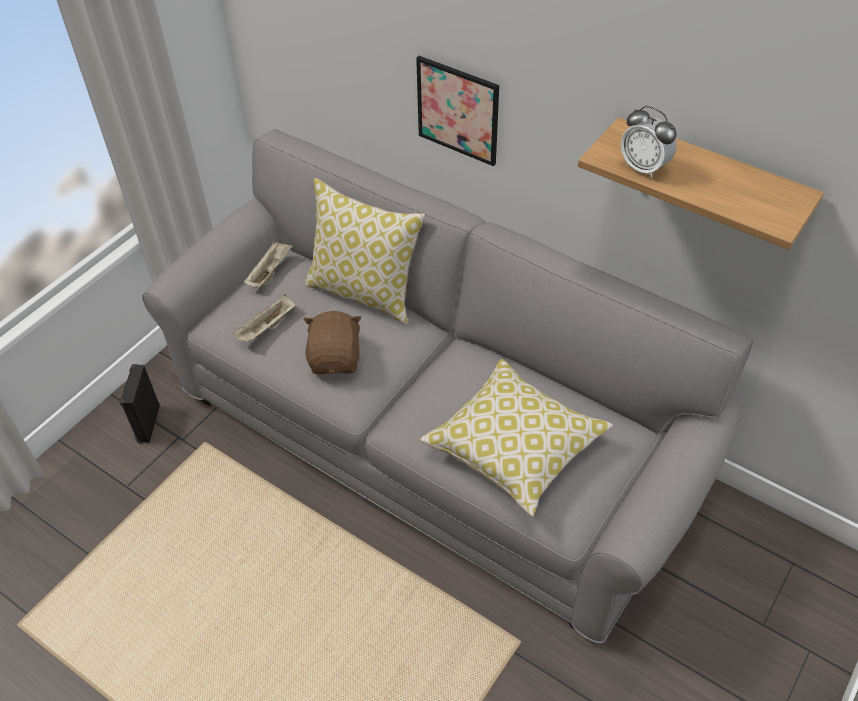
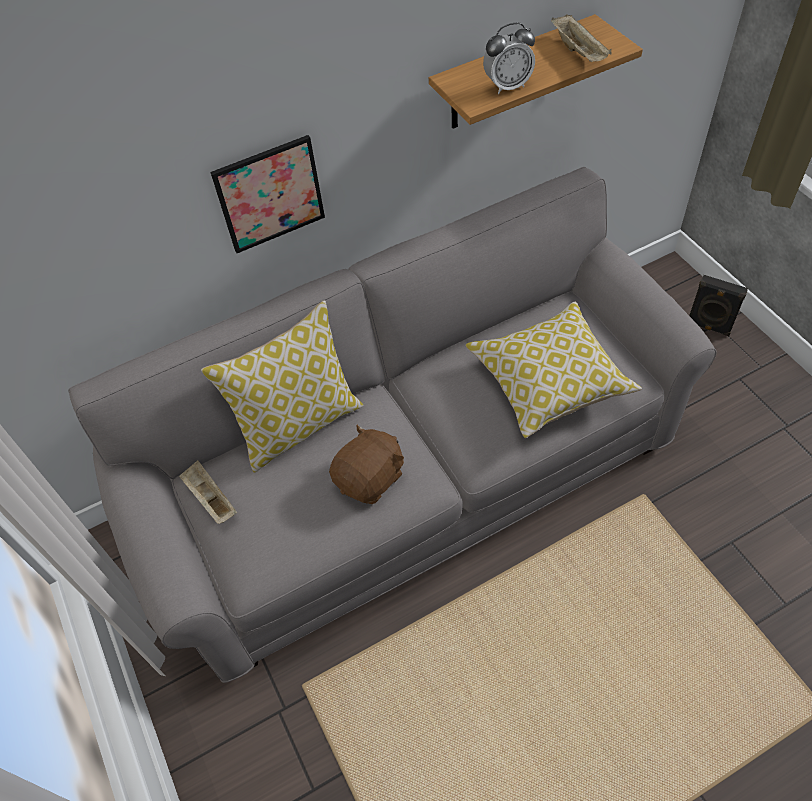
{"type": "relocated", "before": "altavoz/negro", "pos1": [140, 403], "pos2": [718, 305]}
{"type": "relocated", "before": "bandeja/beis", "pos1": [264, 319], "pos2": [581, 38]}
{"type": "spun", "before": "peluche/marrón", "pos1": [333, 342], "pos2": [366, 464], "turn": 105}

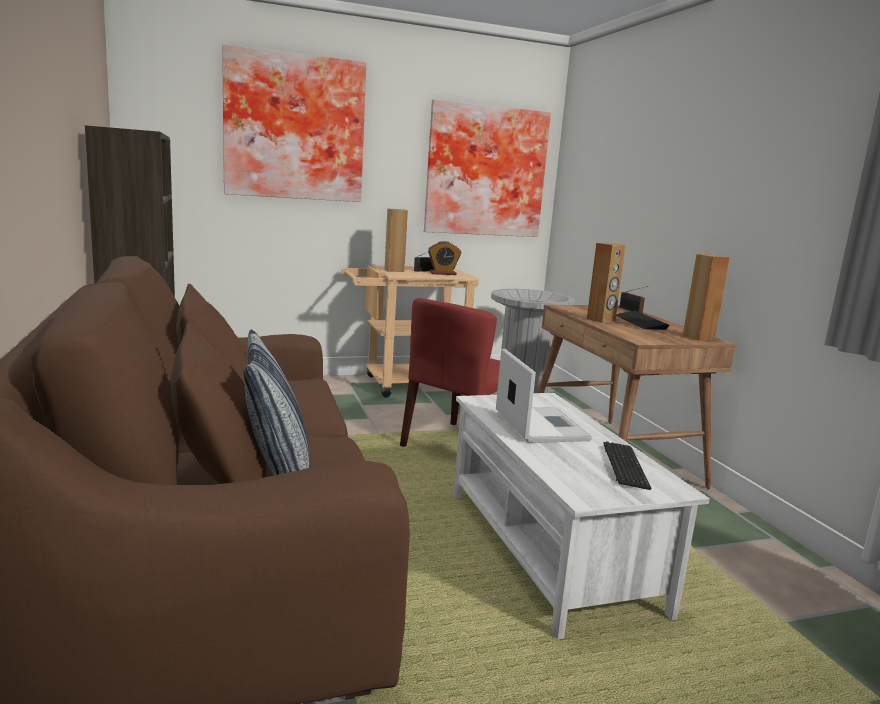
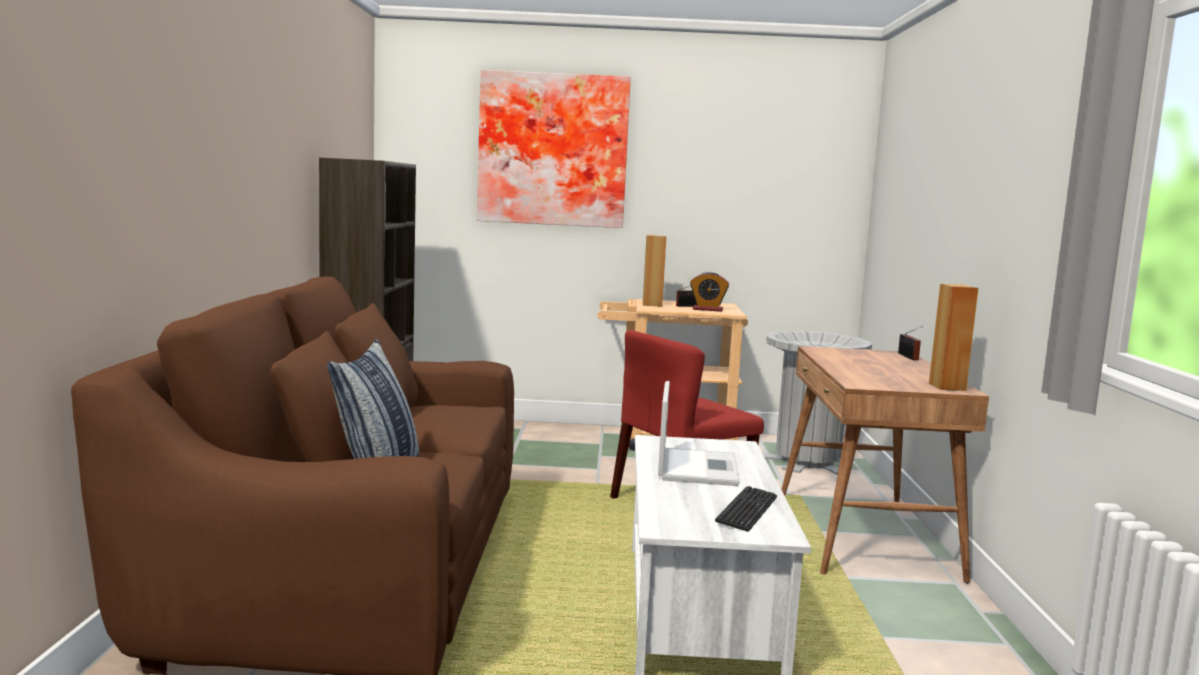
{"type": "missing", "before": "cuadro", "pos1": [487, 168]}
{"type": "missing", "before": "altavoz/marrón", "pos1": [606, 283]}
{"type": "missing", "before": "teclado", "pos1": [643, 320]}

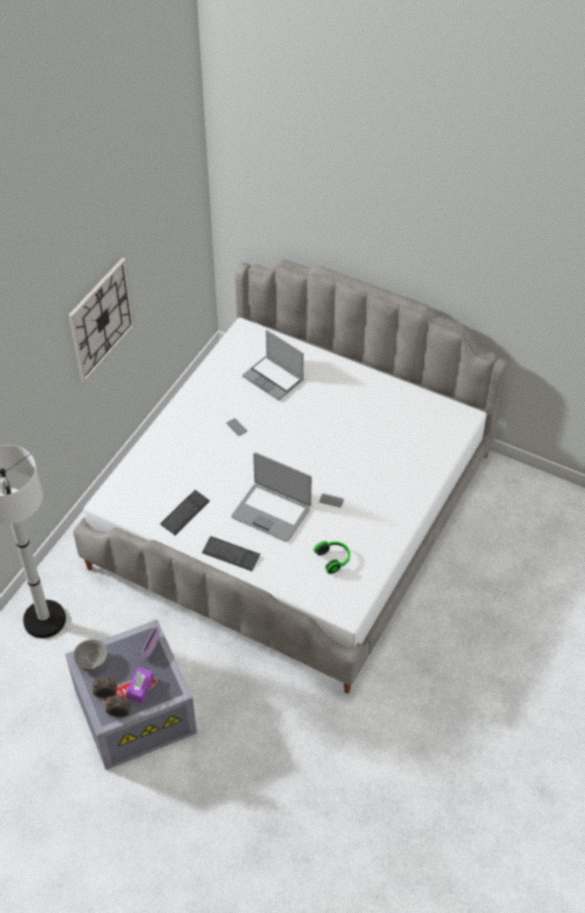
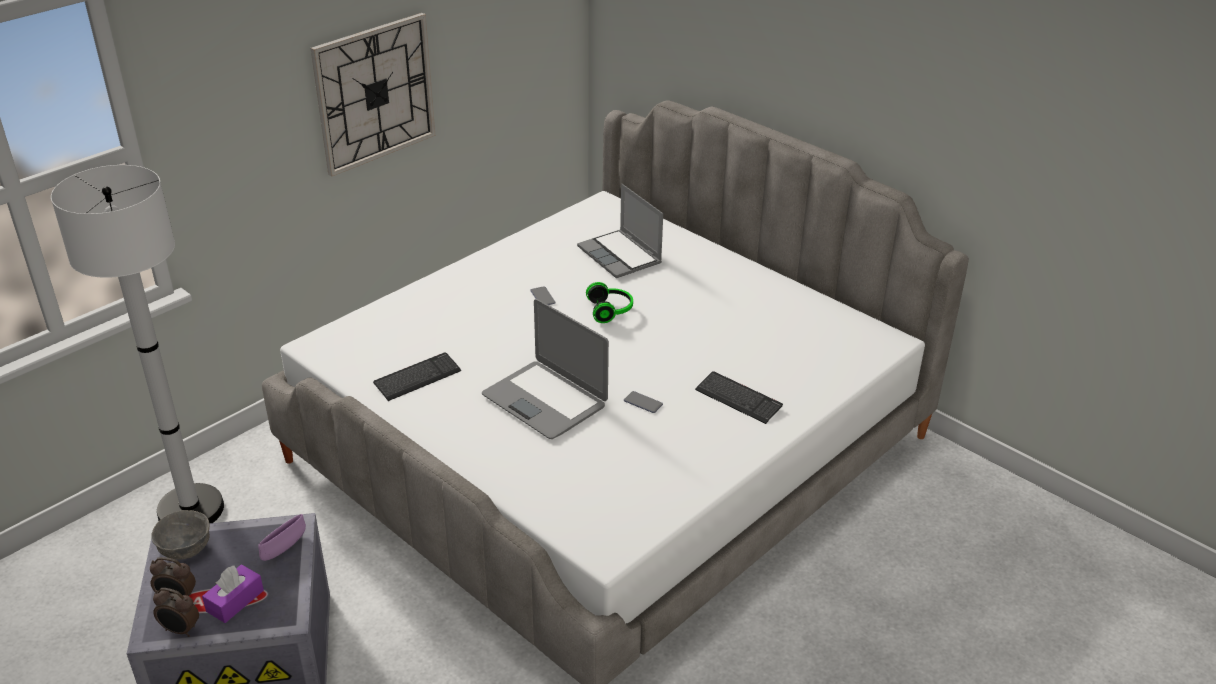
{"type": "relocated", "before": "teclado", "pos1": [231, 553], "pos2": [739, 397]}
{"type": "relocated", "before": "auriculares", "pos1": [332, 557], "pos2": [609, 302]}

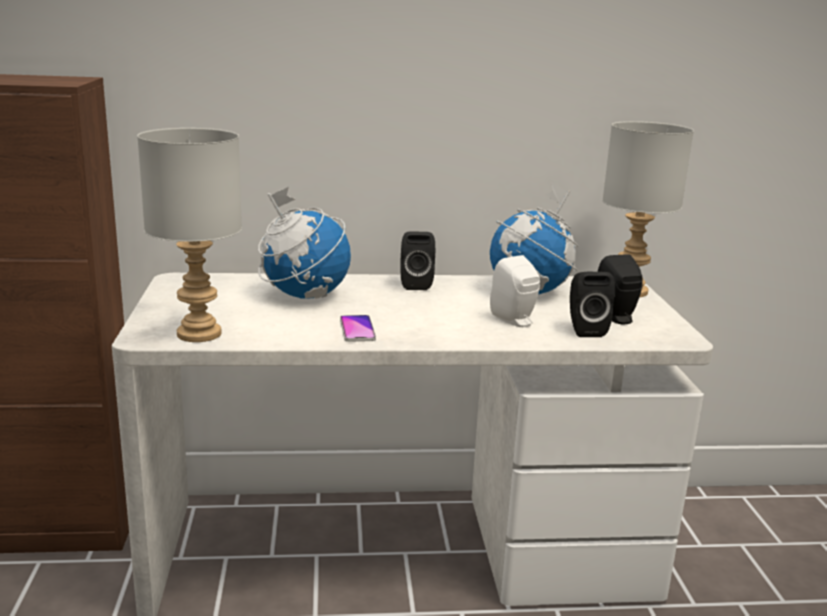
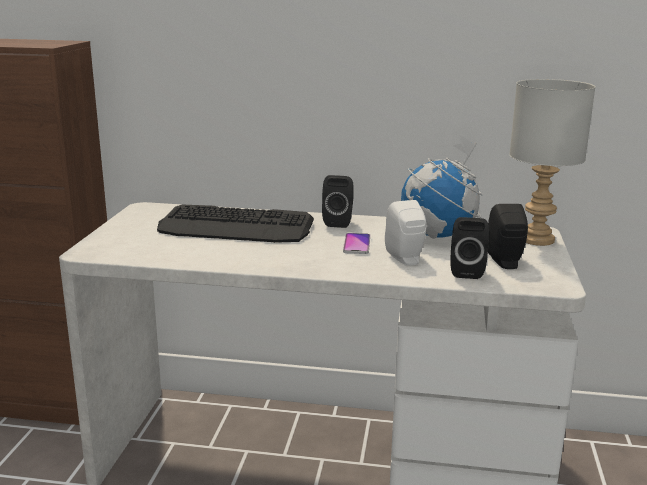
{"type": "missing", "before": "lámpara de mesa/gris", "pos1": [189, 235]}
{"type": "exchanged", "before": "globo terráqueo", "after": "teclado", "pos1": [304, 242], "pos2": [235, 223]}
{"type": "relocated", "before": "móvil", "pos1": [358, 328], "pos2": [356, 243]}

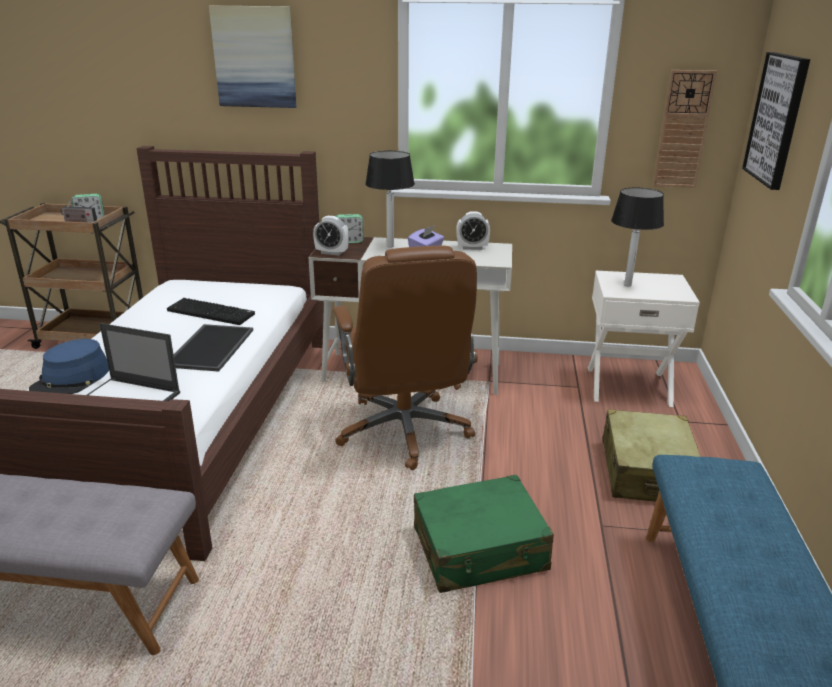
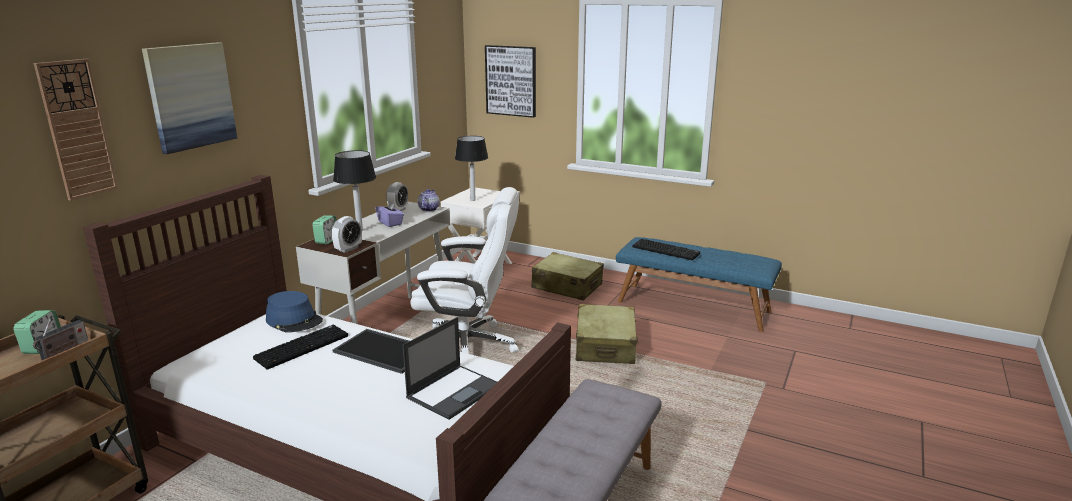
{"type": "relocated", "before": "sombrero/azul", "pos1": [69, 366], "pos2": [294, 312]}
{"type": "colour", "before": "silla de oficina/marrón", "after": "silla de oficina/blanco", "pos1": [405, 358], "pos2": [465, 270]}
{"type": "colour", "before": "maleta/verde", "after": "maleta/beis", "pos1": [484, 534], "pos2": [607, 334]}
{"type": "relocated", "before": "reloj de pared", "pos1": [685, 129], "pos2": [76, 130]}
{"type": "appeared", "after": "tetera", "pos2": [429, 200]}
{"type": "appeared", "after": "teclado", "pos2": [666, 250]}

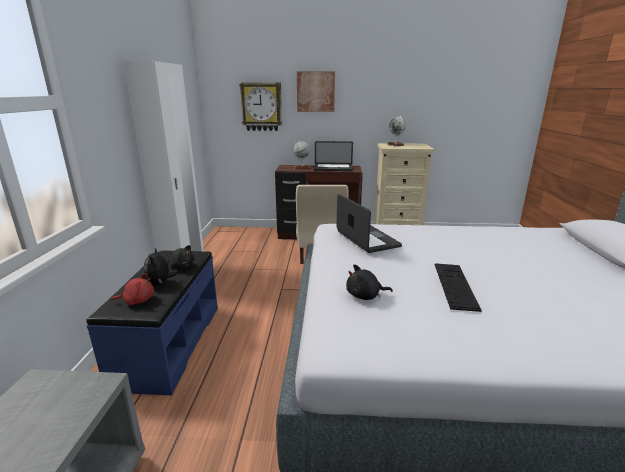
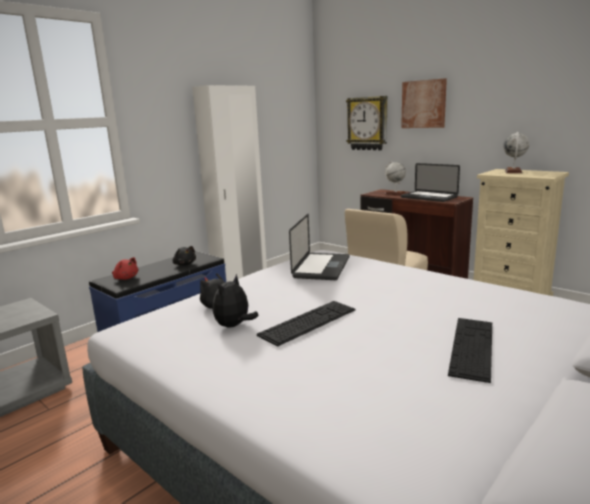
{"type": "relocated", "before": "peluche", "pos1": [161, 267], "pos2": [236, 301]}
{"type": "appeared", "after": "teclado", "pos2": [470, 350]}

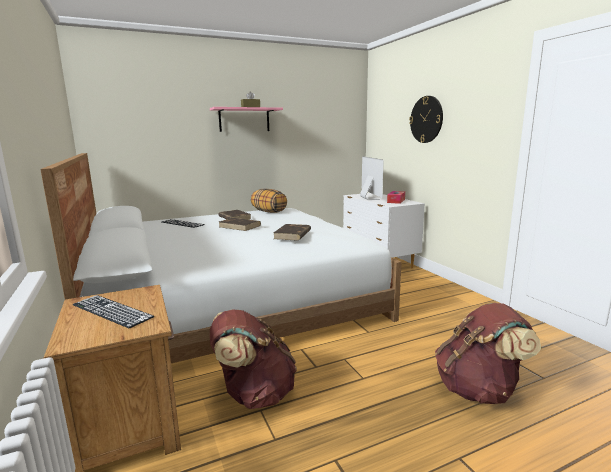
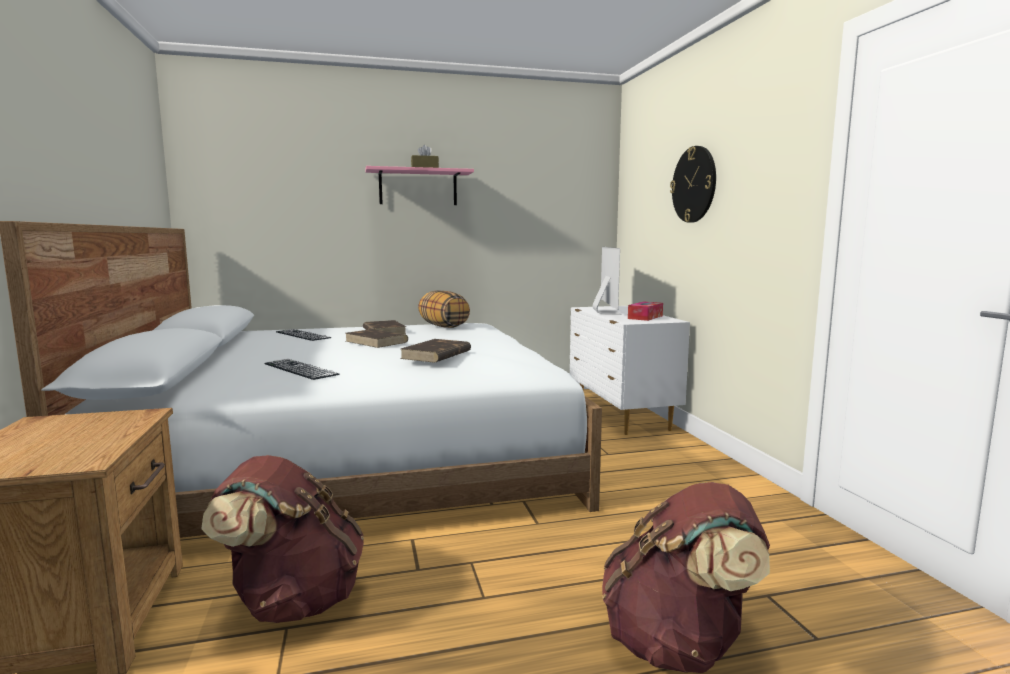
{"type": "relocated", "before": "teclado", "pos1": [113, 311], "pos2": [301, 369]}

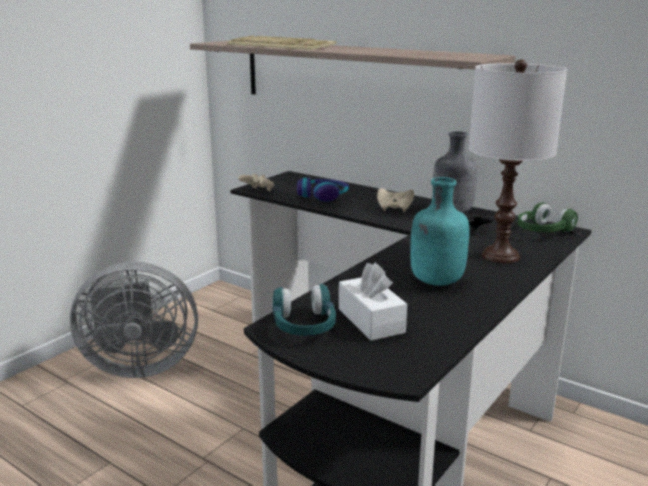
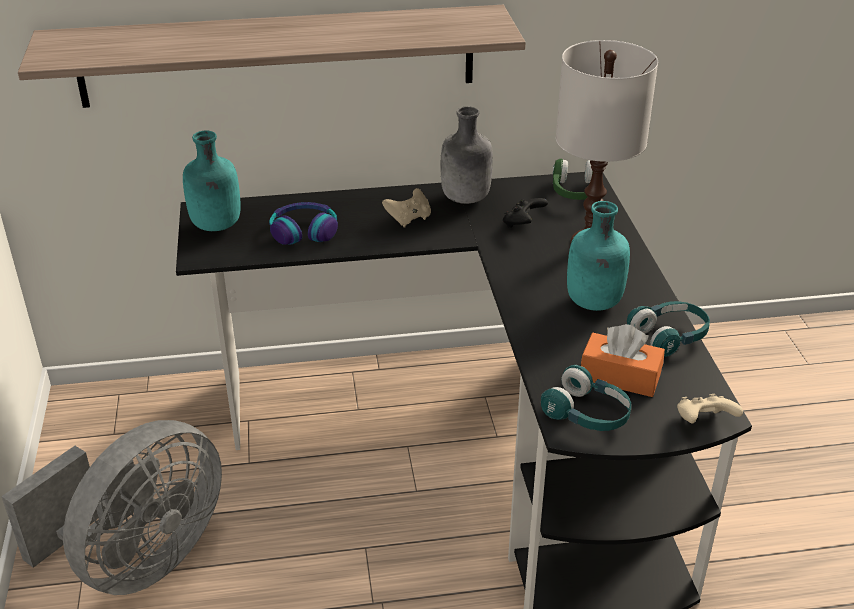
{"type": "missing", "before": "teclado", "pos1": [281, 43]}
{"type": "relocated", "before": "mando de consola/beis", "pos1": [256, 182], "pos2": [710, 409]}
{"type": "colour", "before": "caja de pañuelos/blanco", "after": "caja de pañuelos/naranja", "pos1": [373, 302], "pos2": [623, 360]}
{"type": "appeared", "after": "botella/turquesa", "pos2": [212, 181]}
{"type": "appeared", "after": "auriculares/turquesa", "pos2": [668, 329]}

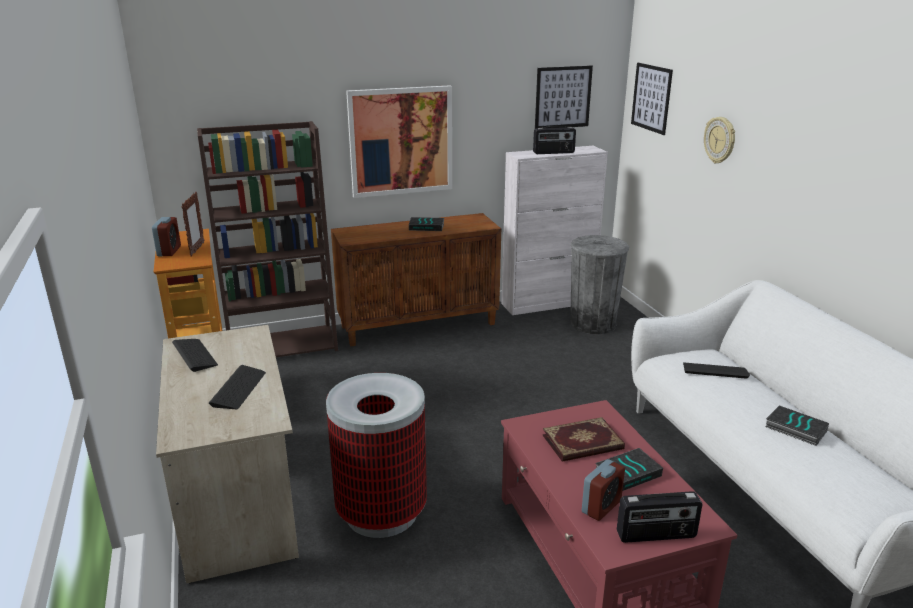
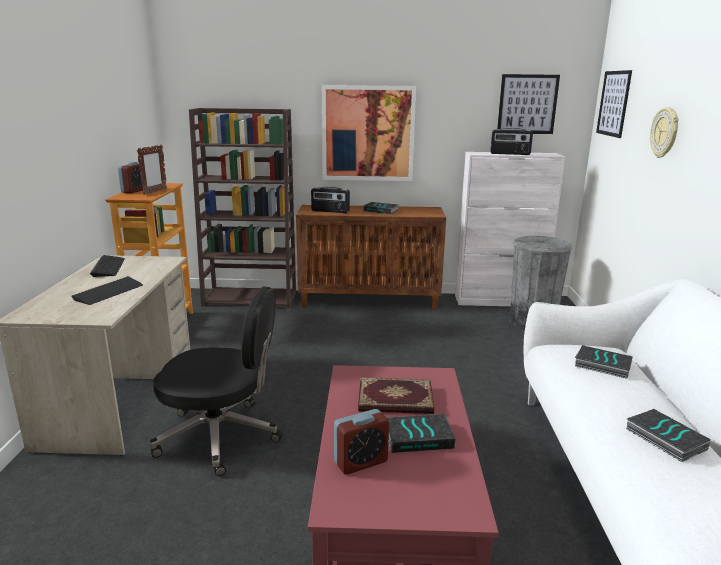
{"type": "exchanged", "before": "papelera", "after": "silla de oficina/negro", "pos1": [376, 455], "pos2": [215, 381]}
{"type": "relocated", "before": "radio", "pos1": [659, 517], "pos2": [330, 200]}
{"type": "exchanged", "before": "teclado", "after": "libro", "pos1": [716, 370], "pos2": [604, 362]}

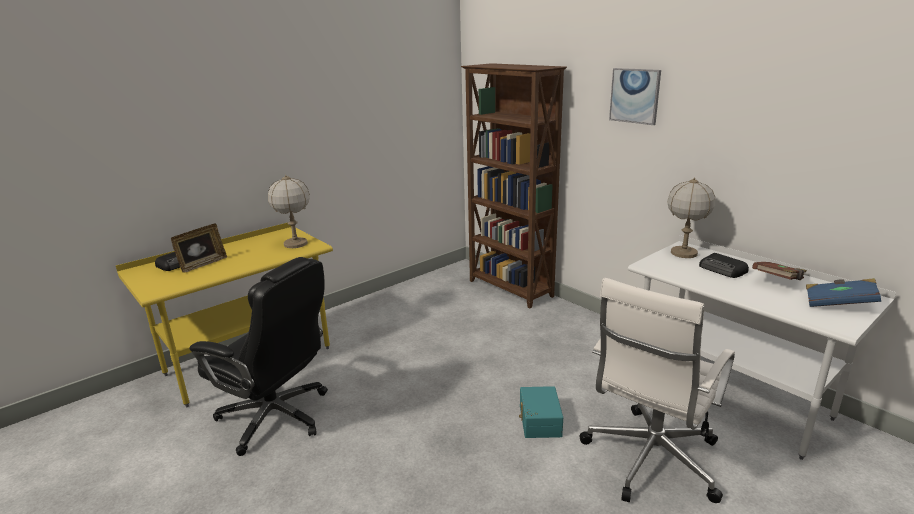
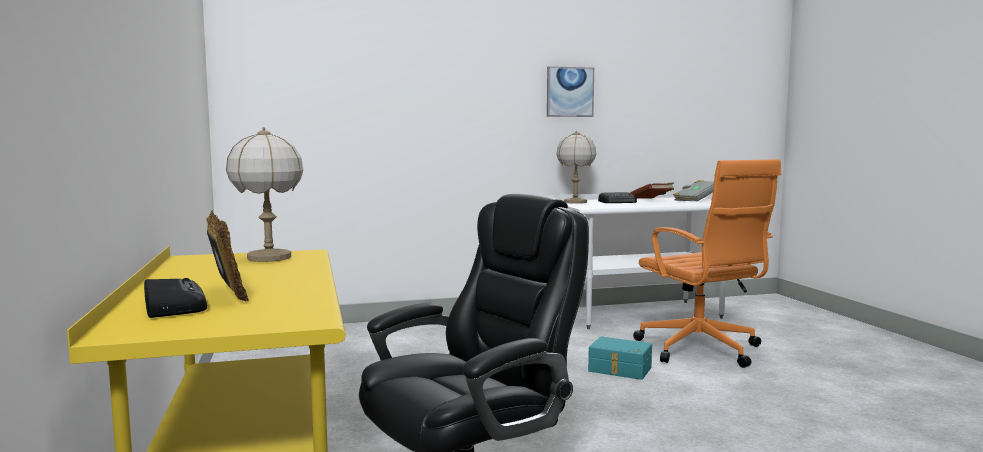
{"type": "missing", "before": "estantería/marrón", "pos1": [514, 185]}
{"type": "colour", "before": "silla de oficina/blanco", "after": "silla de oficina/naranja", "pos1": [657, 390], "pos2": [707, 263]}
{"type": "relocated", "before": "cuadro", "pos1": [635, 96], "pos2": [570, 91]}
{"type": "colour", "before": "libro/azul", "after": "libro/gris", "pos1": [843, 292], "pos2": [693, 191]}

